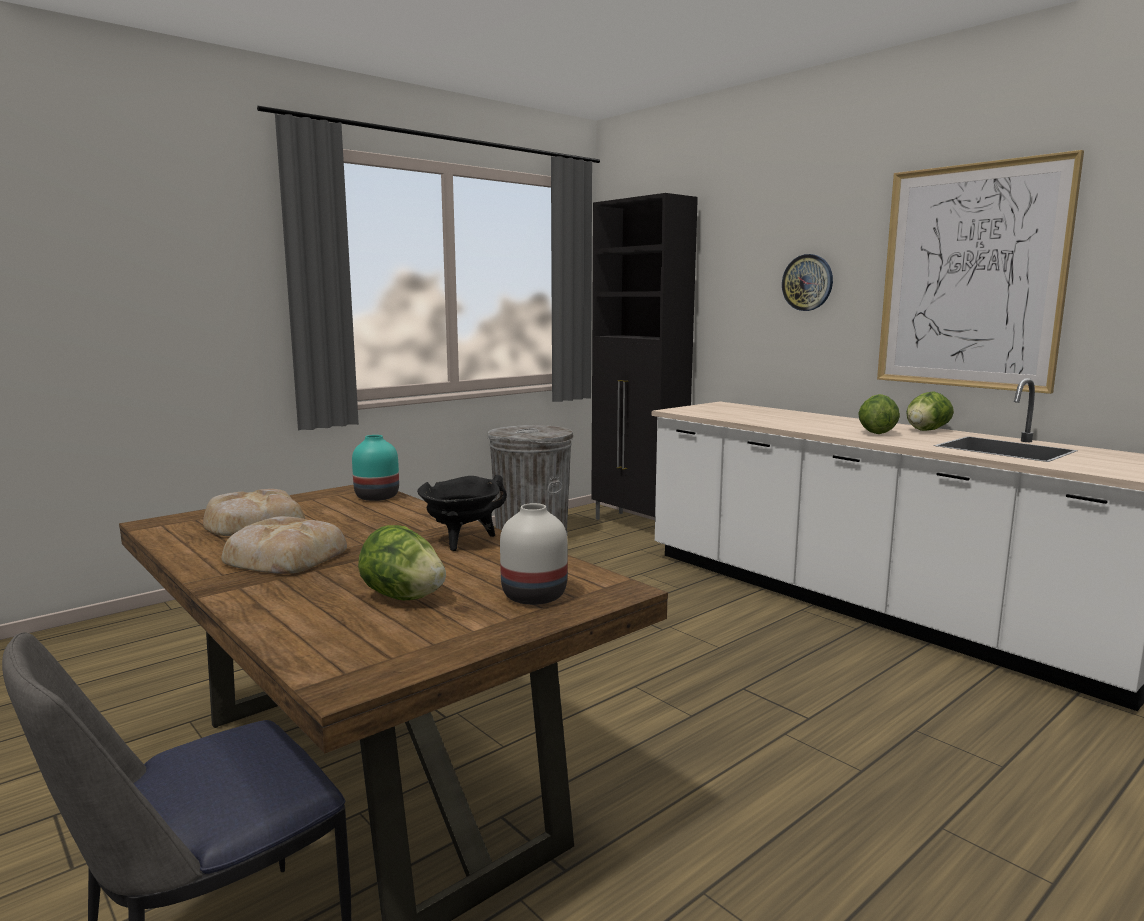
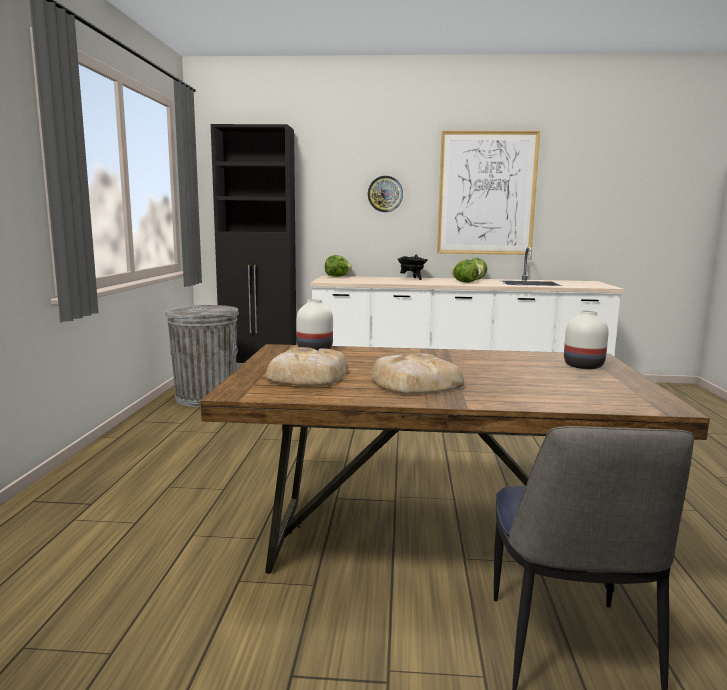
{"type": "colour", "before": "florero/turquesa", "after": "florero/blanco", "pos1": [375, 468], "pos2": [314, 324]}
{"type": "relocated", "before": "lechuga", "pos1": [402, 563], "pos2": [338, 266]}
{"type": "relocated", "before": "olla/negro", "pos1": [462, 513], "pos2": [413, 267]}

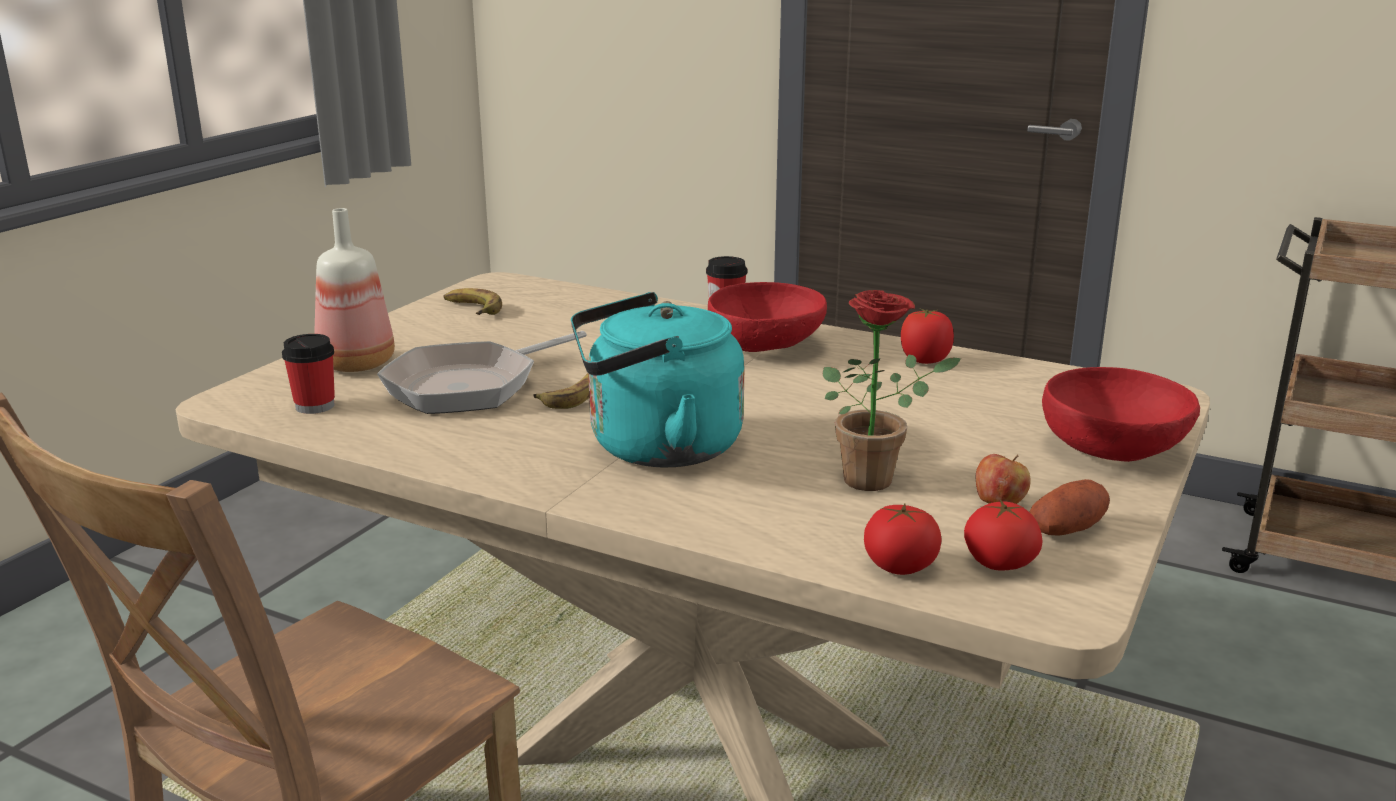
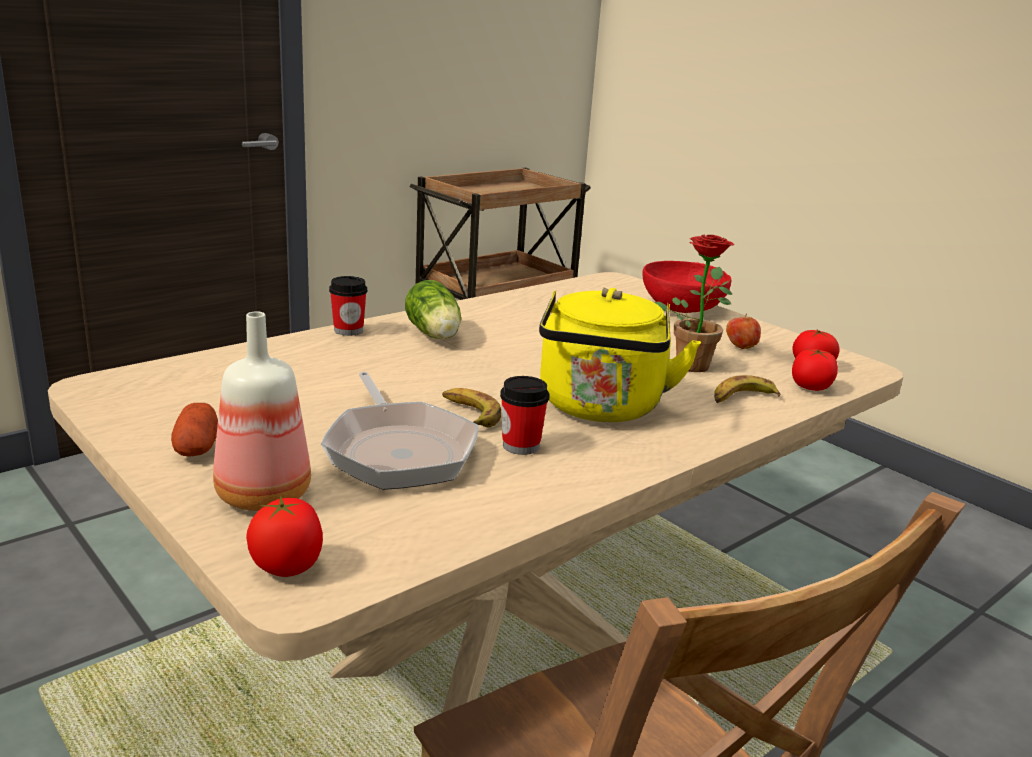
{"type": "relocated", "before": "taza", "pos1": [308, 374], "pos2": [524, 415]}
{"type": "relocated", "before": "plátano", "pos1": [473, 301], "pos2": [747, 389]}
{"type": "colour", "before": "hervidor/turquesa", "after": "hervidor/amarillo", "pos1": [657, 379], "pos2": [620, 355]}
{"type": "exchanged", "before": "cuenco/rojo", "after": "lechuga", "pos1": [767, 317], "pos2": [433, 309]}
{"type": "relocated", "before": "tomate", "pos1": [927, 336], "pos2": [284, 536]}
{"type": "relocated", "before": "patata", "pos1": [1070, 507], "pos2": [194, 430]}

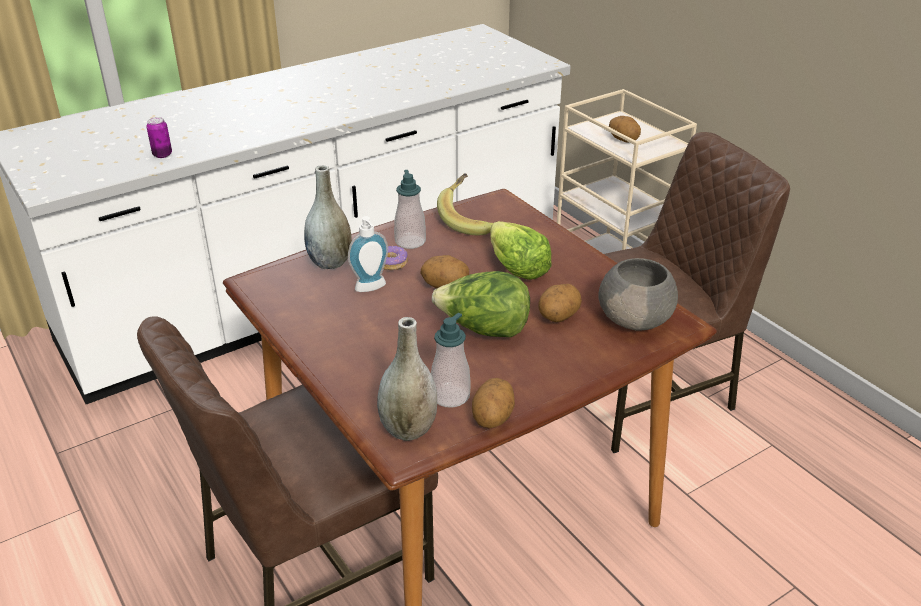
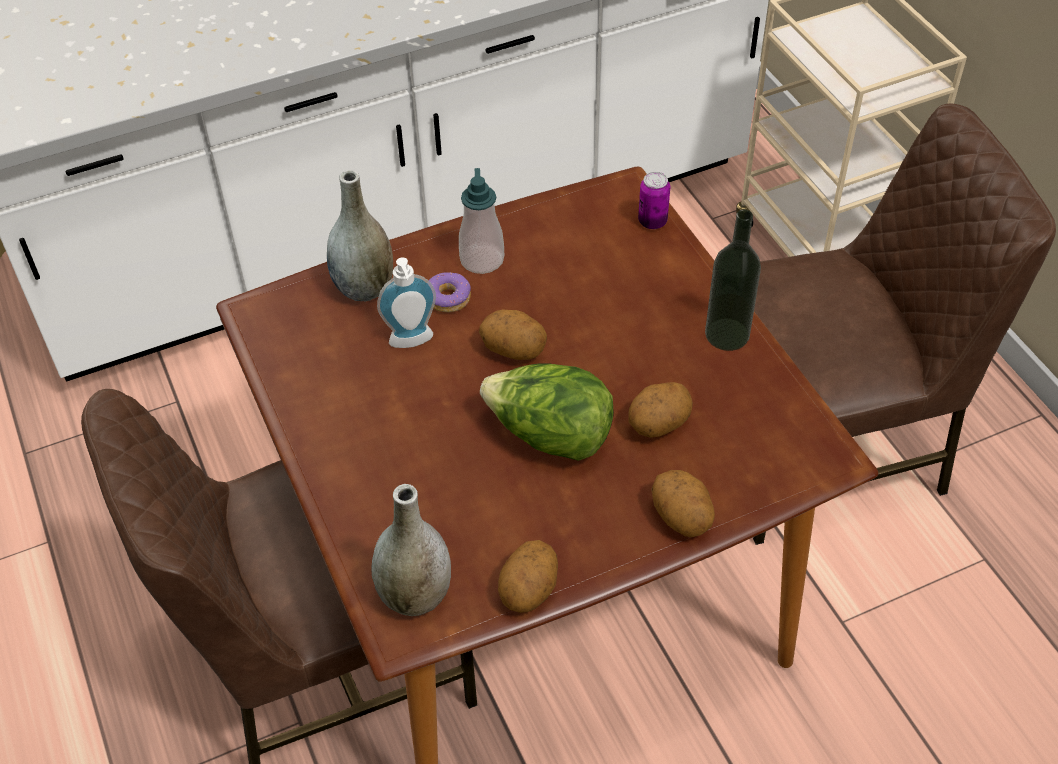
{"type": "relocated", "before": "lata", "pos1": [159, 137], "pos2": [654, 200]}
{"type": "missing", "before": "dispensador de jabón", "pos1": [450, 360]}
{"type": "missing", "before": "plátano", "pos1": [465, 204]}
{"type": "missing", "before": "lechuga", "pos1": [521, 250]}
{"type": "missing", "before": "cuenco/gris", "pos1": [638, 294]}
{"type": "relocated", "before": "patata", "pos1": [625, 129], "pos2": [683, 504]}
{"type": "appeared", "after": "botella", "pos2": [733, 280]}

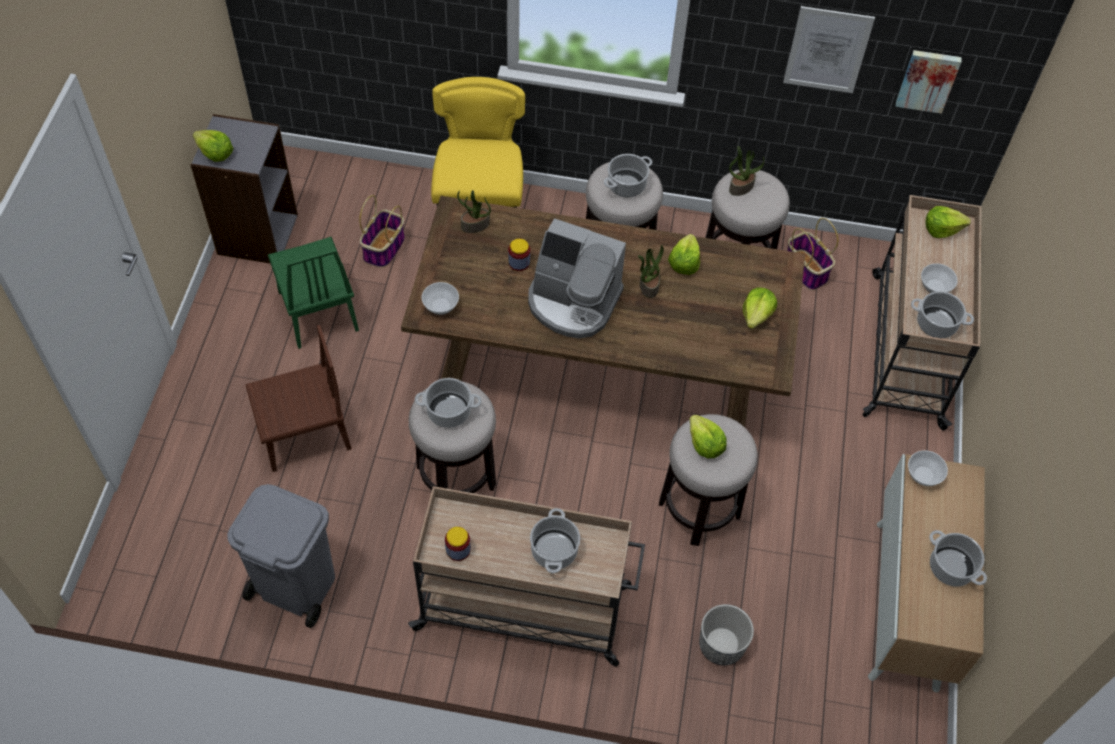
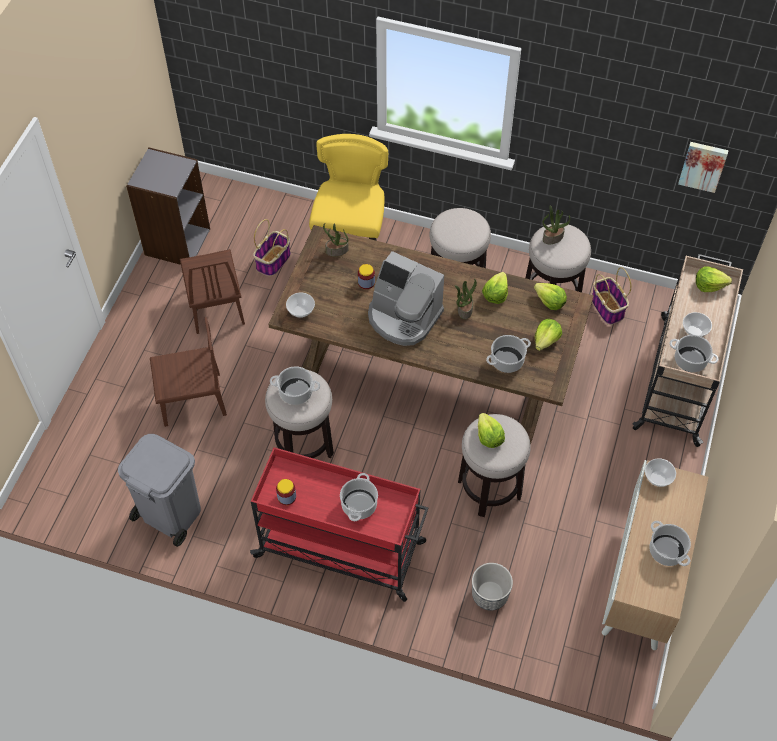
{"type": "relocated", "before": "lechuga", "pos1": [213, 146], "pos2": [550, 296]}
{"type": "colour", "before": "silla/verde", "after": "silla/marrón", "pos1": [313, 293], "pos2": [212, 291]}
{"type": "colour", "before": "carrito/beis", "after": "carrito/rojo", "pos1": [526, 576], "pos2": [339, 524]}
{"type": "relocated", "before": "olla", "pos1": [628, 175], "pos2": [508, 354]}
{"type": "missing", "before": "cuadro", "pos1": [829, 49]}

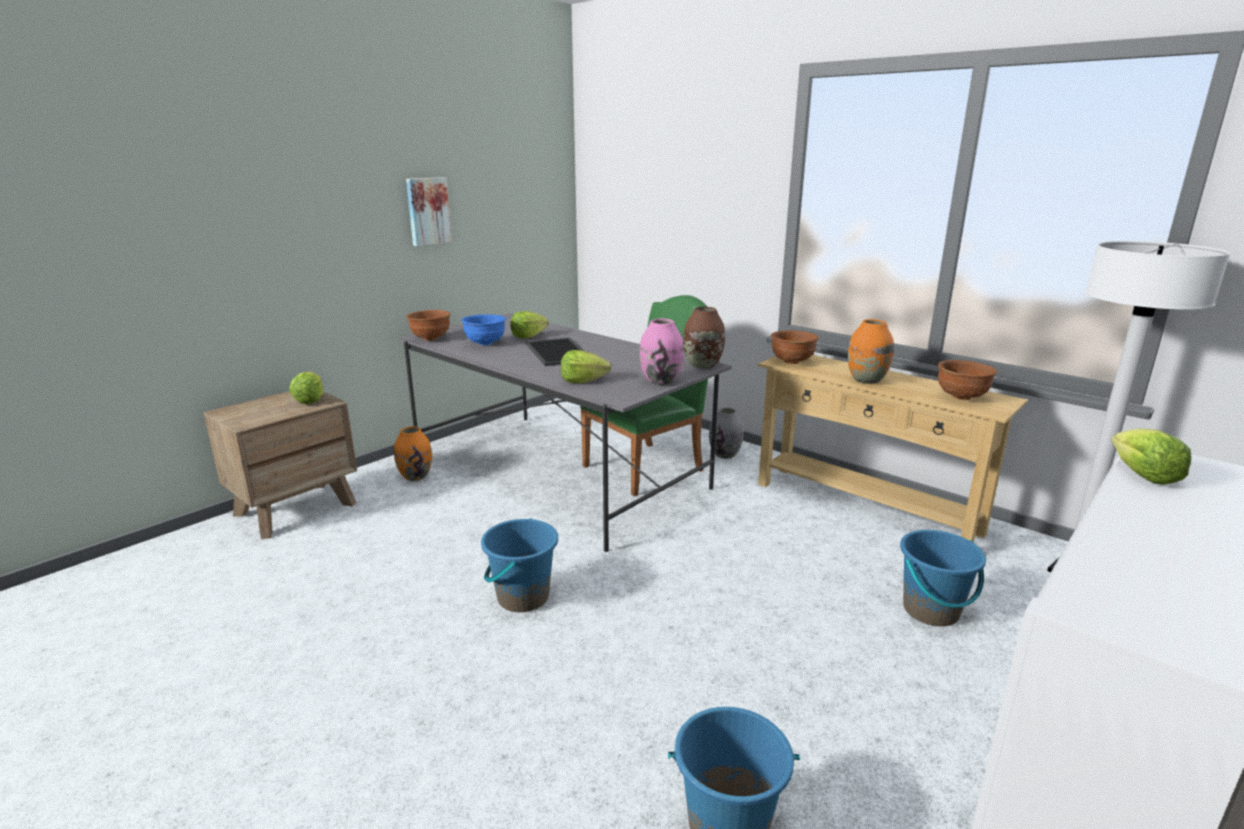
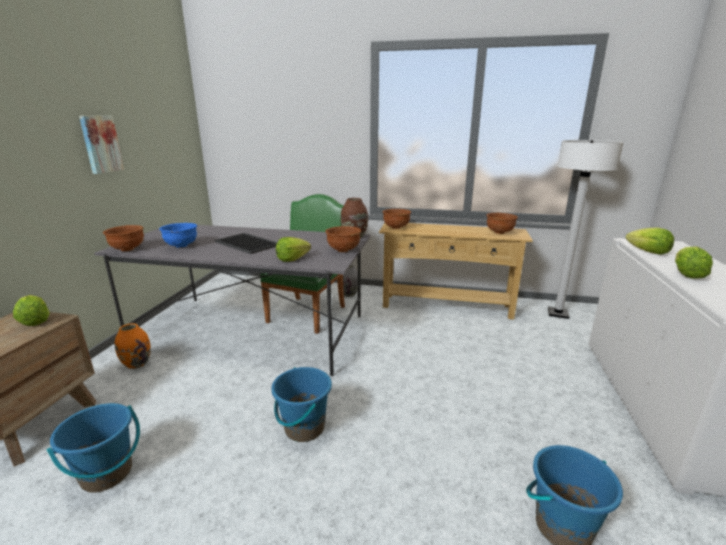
{"type": "relocated", "before": "lechuga", "pos1": [529, 324], "pos2": [694, 262]}
{"type": "exchanged", "before": "florero/rosa", "after": "cuenco/marrón", "pos1": [661, 352], "pos2": [343, 239]}
{"type": "missing", "before": "florero/naranja", "pos1": [871, 351]}
{"type": "relocated", "before": "cubo/azul", "pos1": [943, 578], "pos2": [93, 448]}

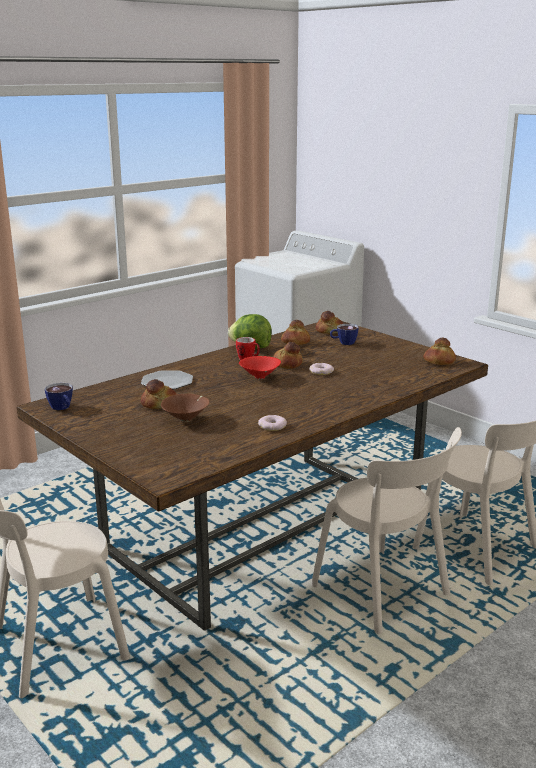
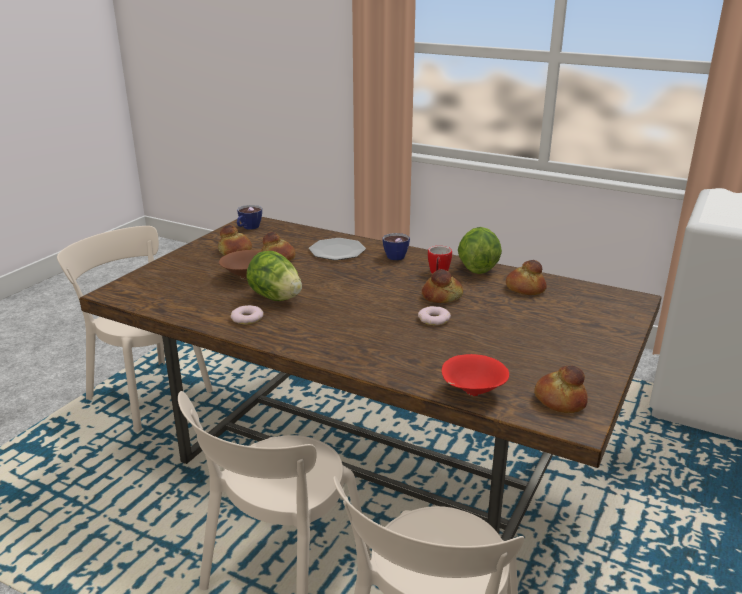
{"type": "relocated", "before": "cuenco/rojo", "pos1": [260, 367], "pos2": [475, 375]}
{"type": "relocated", "before": "pan", "pos1": [330, 322], "pos2": [235, 240]}
{"type": "relocated", "before": "taza", "pos1": [344, 334], "pos2": [396, 246]}
{"type": "appeared", "after": "lechuga", "pos2": [274, 276]}

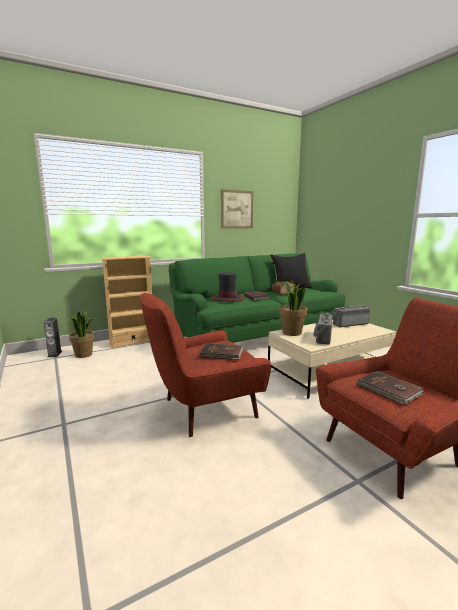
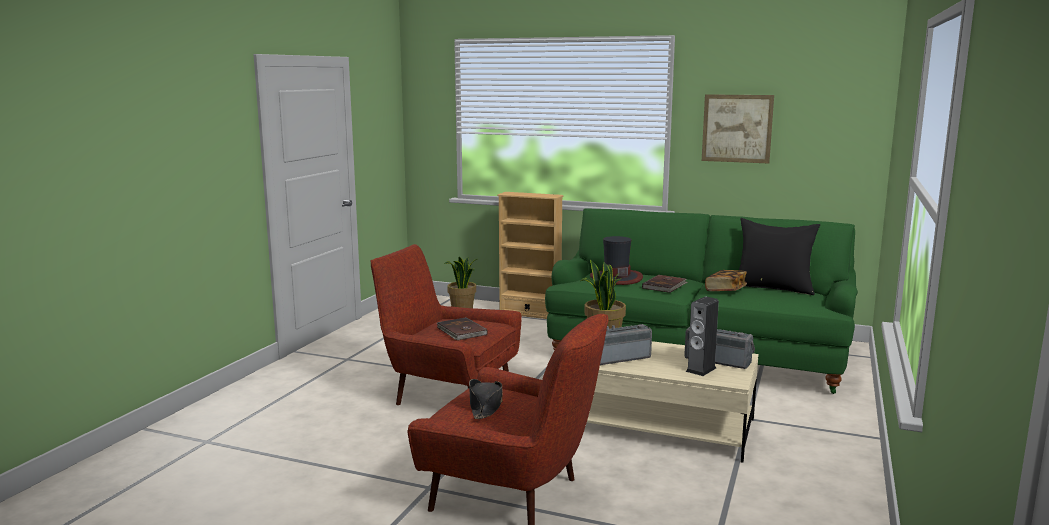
{"type": "relocated", "before": "altavoz", "pos1": [53, 337], "pos2": [702, 336]}
{"type": "exchanged", "before": "libro/marrón", "after": "sombrero/negro", "pos1": [390, 388], "pos2": [486, 399]}

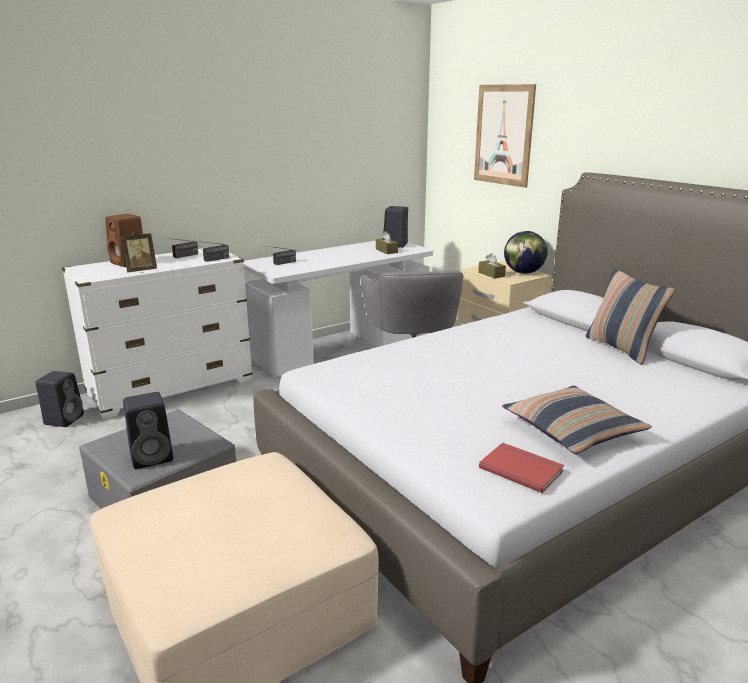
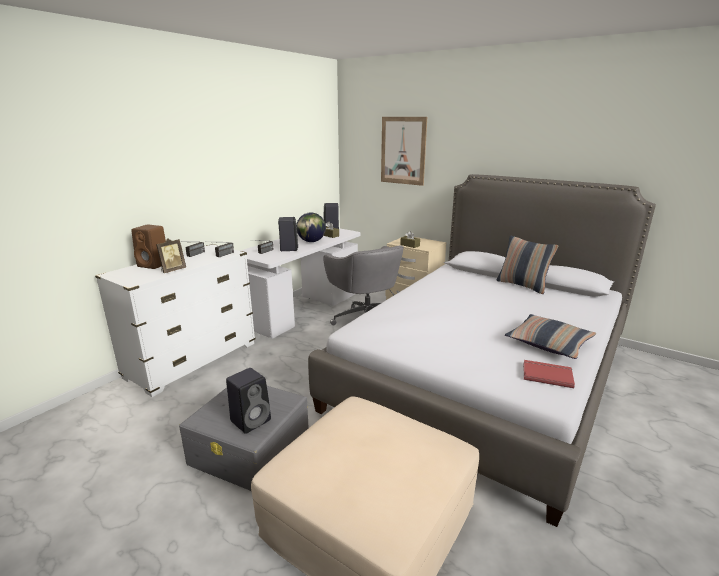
{"type": "relocated", "before": "altavoz/negro", "pos1": [59, 399], "pos2": [288, 234]}
{"type": "relocated", "before": "globo terráqueo", "pos1": [526, 252], "pos2": [311, 227]}

